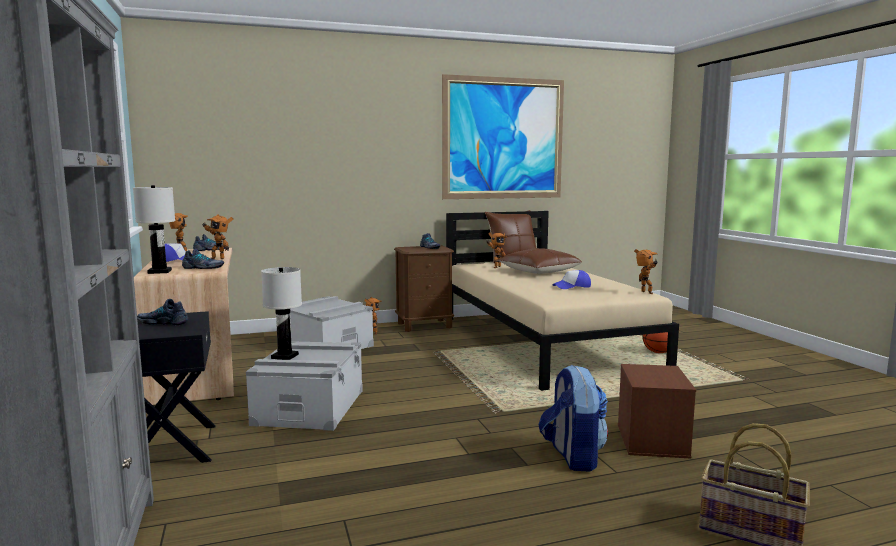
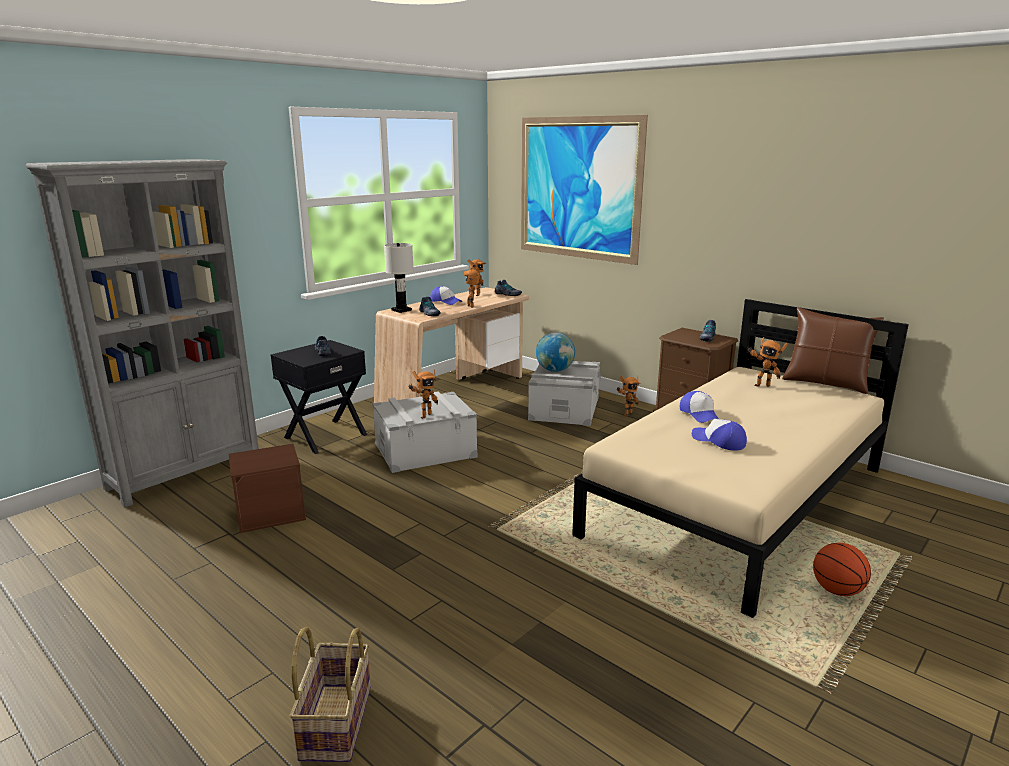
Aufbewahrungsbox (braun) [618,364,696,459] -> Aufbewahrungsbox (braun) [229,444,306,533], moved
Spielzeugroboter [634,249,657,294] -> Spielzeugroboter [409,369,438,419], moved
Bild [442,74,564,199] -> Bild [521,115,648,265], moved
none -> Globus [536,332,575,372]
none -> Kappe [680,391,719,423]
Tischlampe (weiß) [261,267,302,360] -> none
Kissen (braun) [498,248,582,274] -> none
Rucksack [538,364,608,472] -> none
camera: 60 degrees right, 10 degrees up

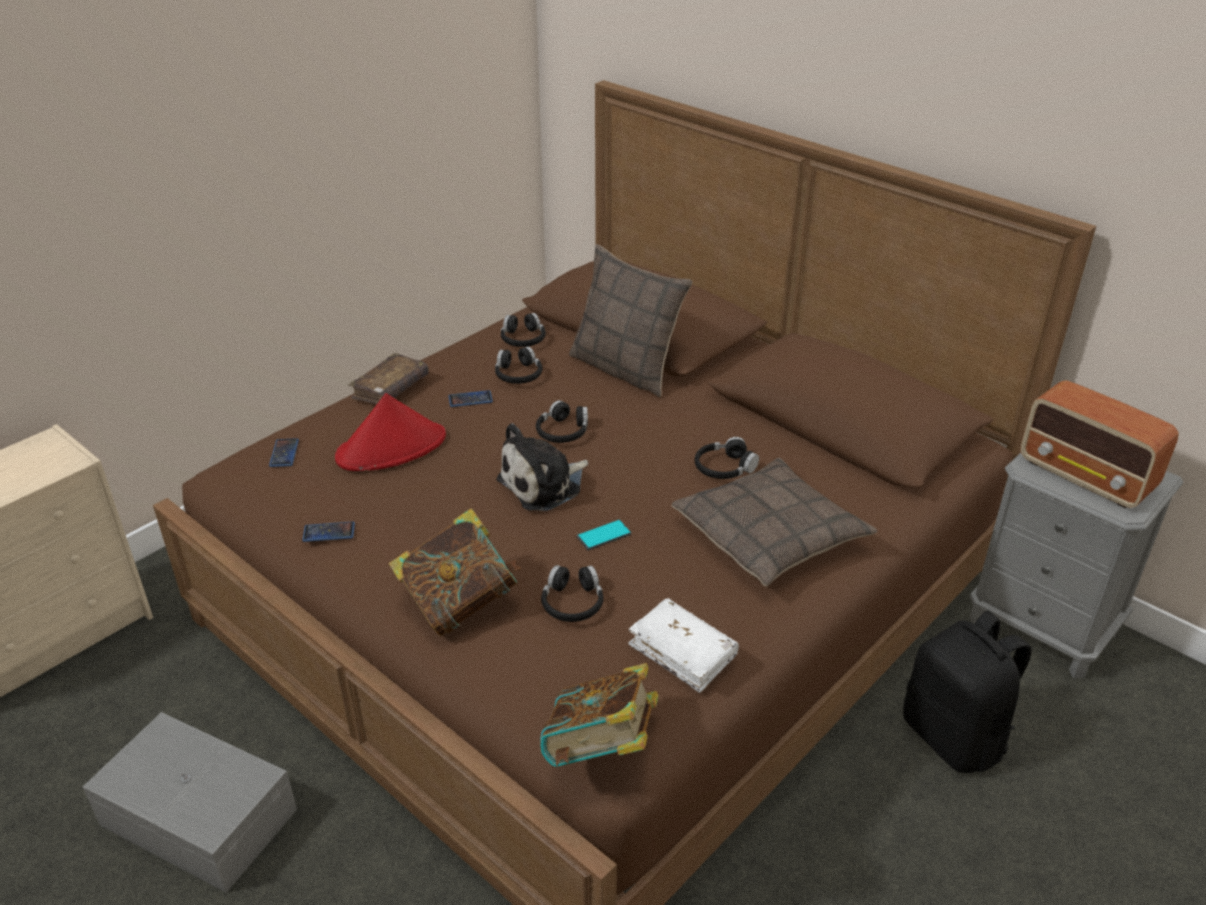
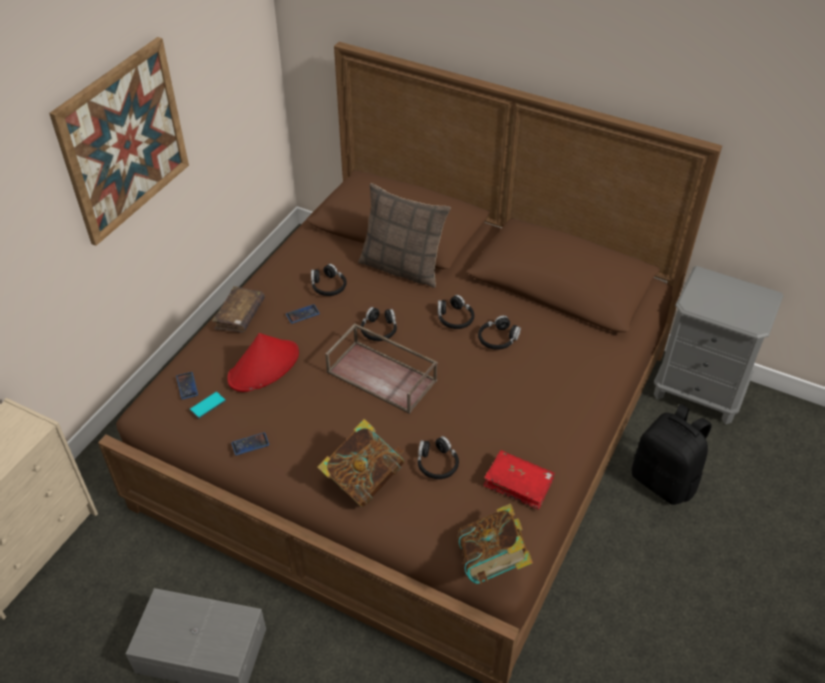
none -> Bild [49,37,189,246]
Handy [577,519,631,551] -> Handy [189,391,226,419], moved
Plüschtier [496,423,588,511] -> Tablett (braun) [325,323,438,414]
Kopfhörer (schwarz) [501,313,546,347] -> Kopfhörer (schwarz) [438,295,474,329], moved
Buch (weiß) [629,598,739,693] -> Buch (rot) [483,450,554,510]
Kissen [672,458,877,587] -> none
Radio [1020,380,1179,509] -> none
camera: 15 degrees left, 10 degrees up

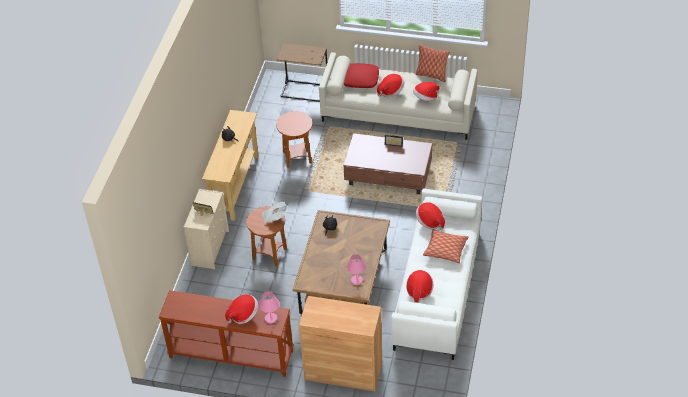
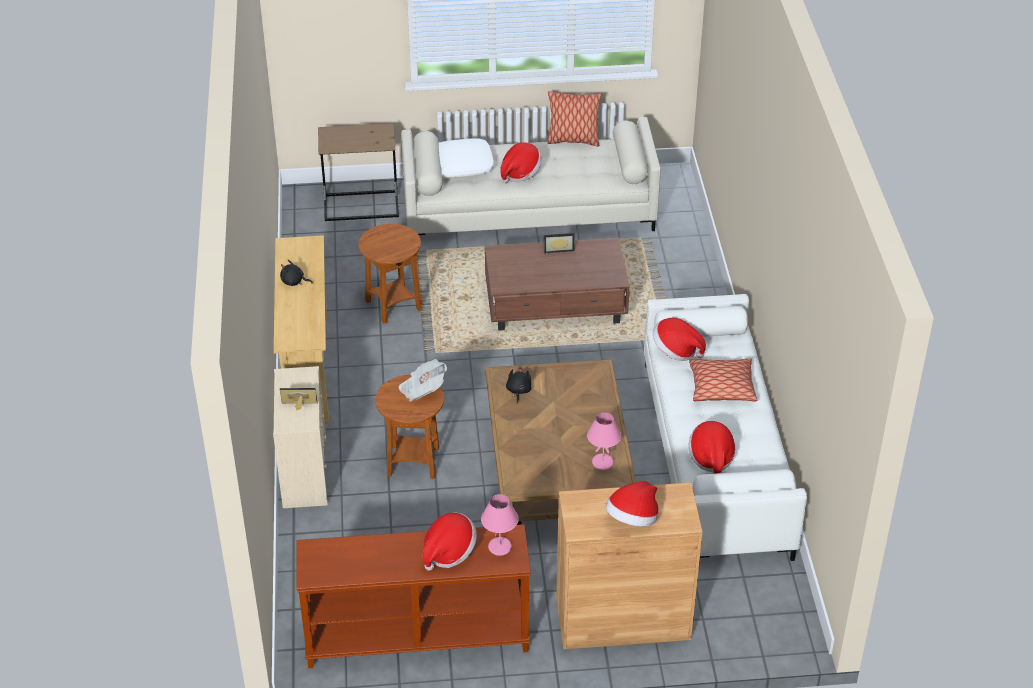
Kissen (rot) [344,63,379,88] -> Kissen (weiß) [439,138,494,177]
Hut [413,82,440,101] -> Hut [605,481,658,526], moved
camera: 20 degrees left, 5 degrees down

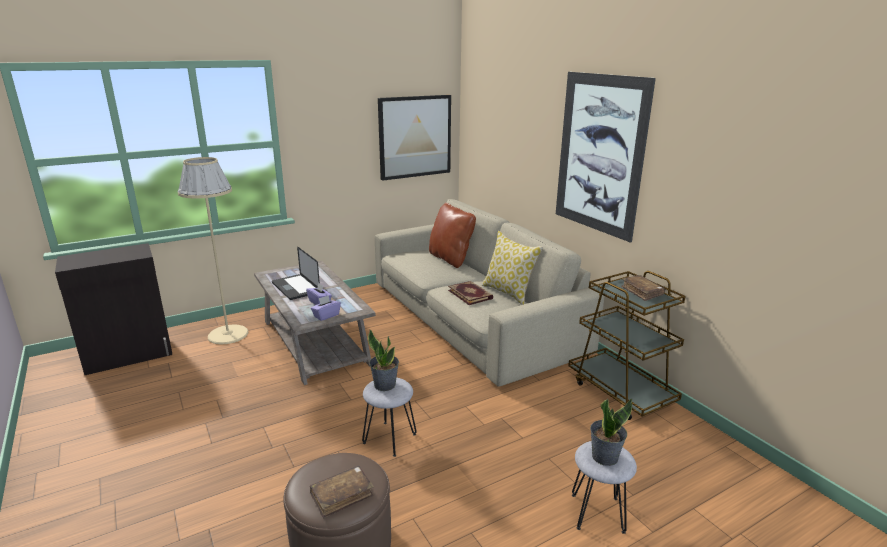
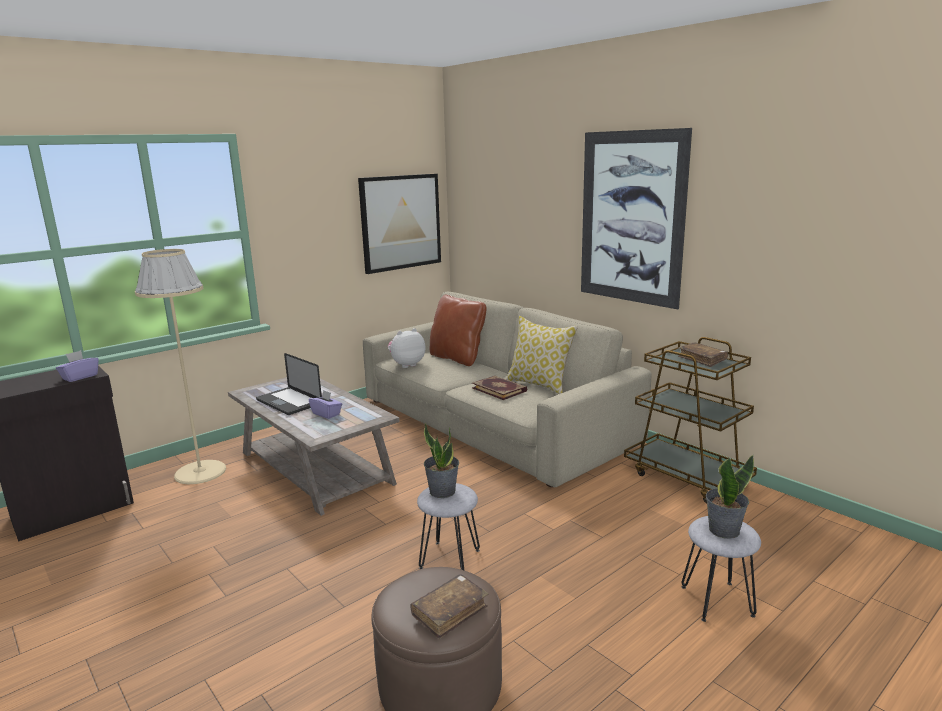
Taschentuchbox (lila) [311,295,341,321] -> Taschentuchbox (lila) [56,350,99,382], moved
none -> Plüschtier [388,328,425,368]
camera: 10 degrees left, 5 degrees down

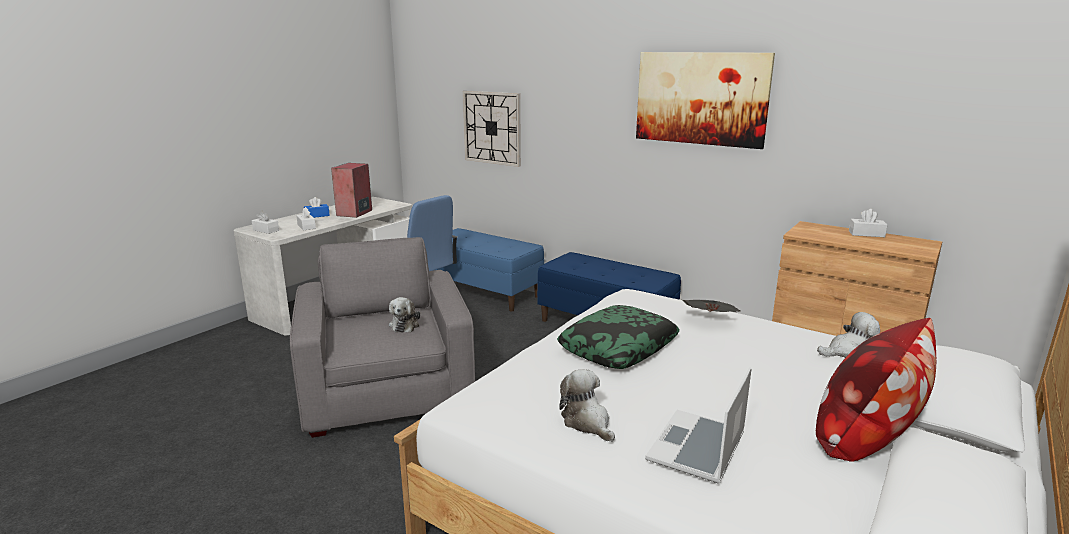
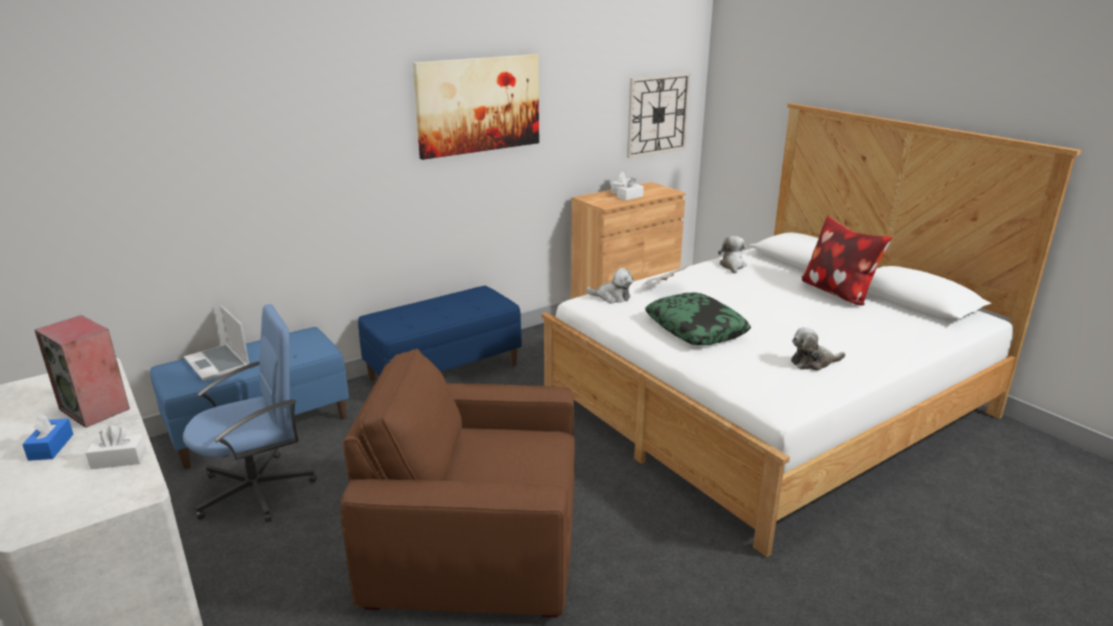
Laptop [645,367,751,484] -> Laptop [184,305,249,381], moved
Sessel (grau) [290,237,475,438] -> Sessel (braun) [340,349,575,618]
Plüschtier [389,297,420,333] -> Plüschtier [586,268,633,304], moved
Taschentuchbox (weiß) [252,211,279,234] -> Taschentuchbox (weiß) [617,177,644,200], moved
Wanduhr [463,91,521,167] -> Wanduhr [627,73,690,158], moved
camera: 70 degrees left, 5 degrees up

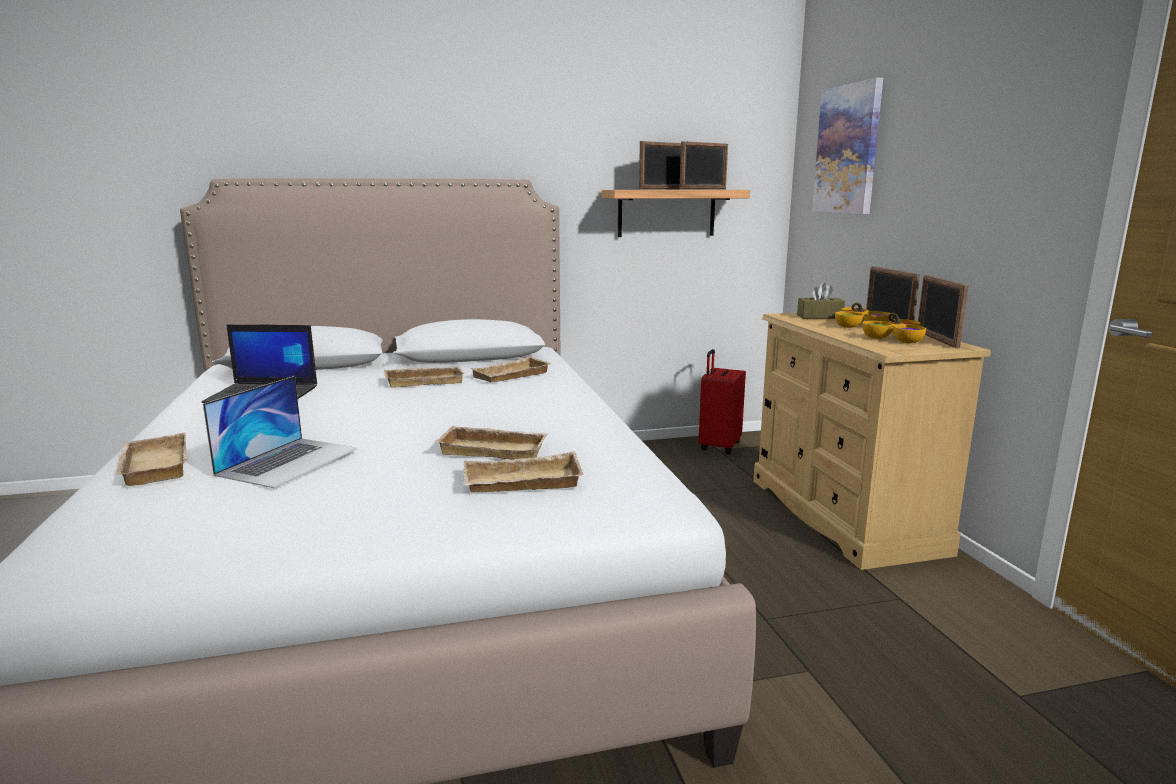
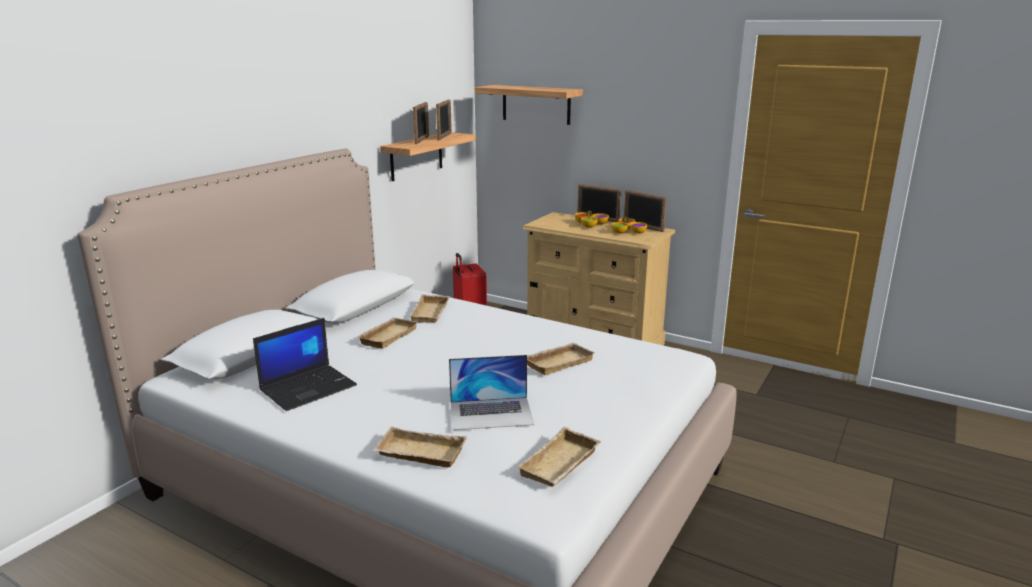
Laptop [203,376,357,488] -> Laptop [449,355,534,430], 105 degrees clockwise
Bild [812,78,883,214] -> Wandregal [475,85,583,125]
Tablett (beige) [463,451,584,492] -> Tablett (beige) [517,427,601,487], moved
Taschentuchbox (braun) [797,282,845,319] -> none
camera: 45 degrees left, 5 degrees up

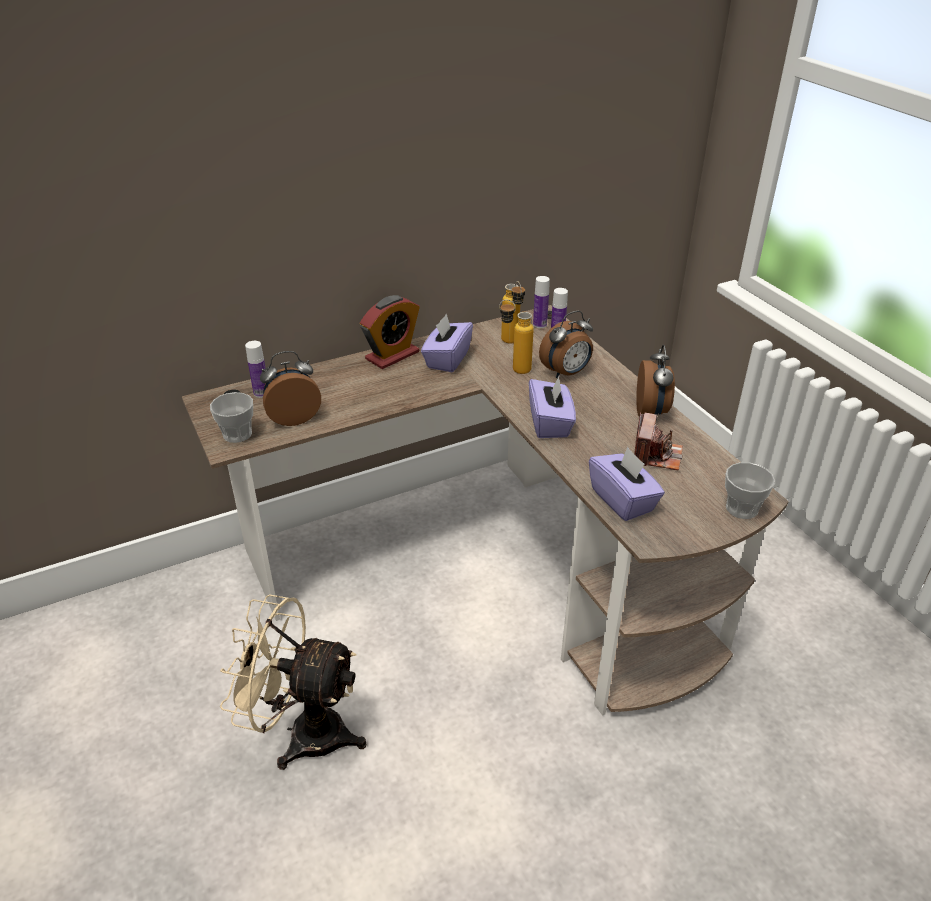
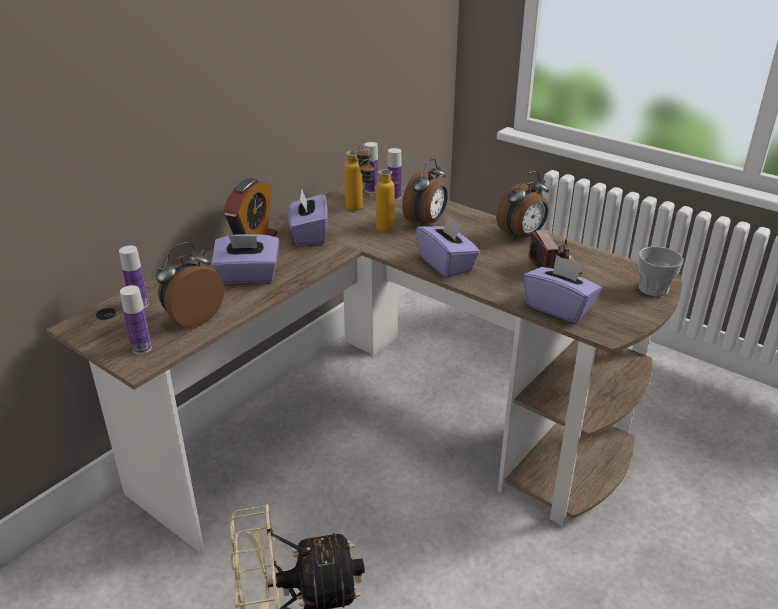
Tasse [210,392,253,443] -> Flasche [120,285,152,354]
none -> Taschentuchbox (lila) [212,234,279,284]
Wecker [636,345,675,417] -> Wecker [496,171,549,241], 75 degrees clockwise
camera: 25 degrees left, 5 degrees down

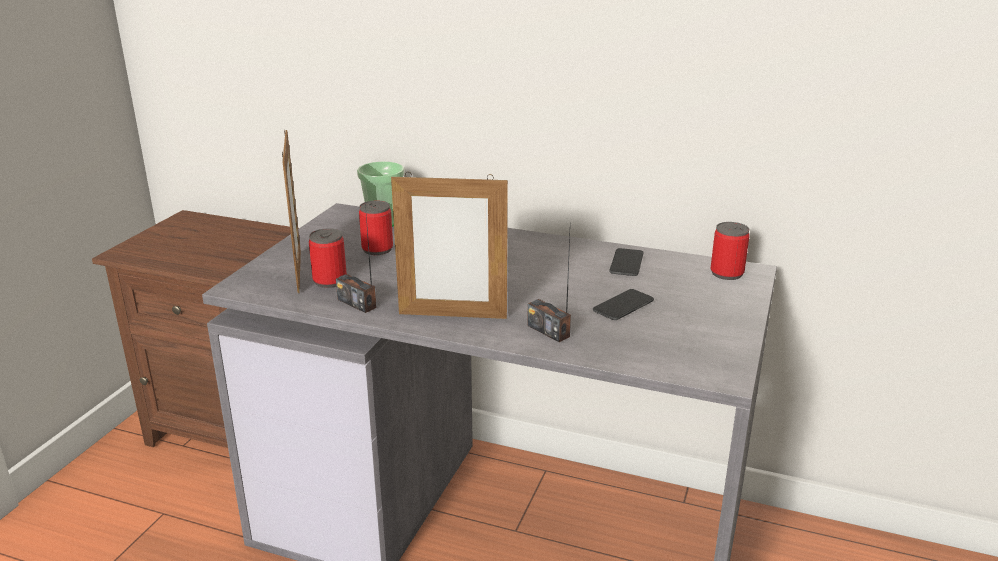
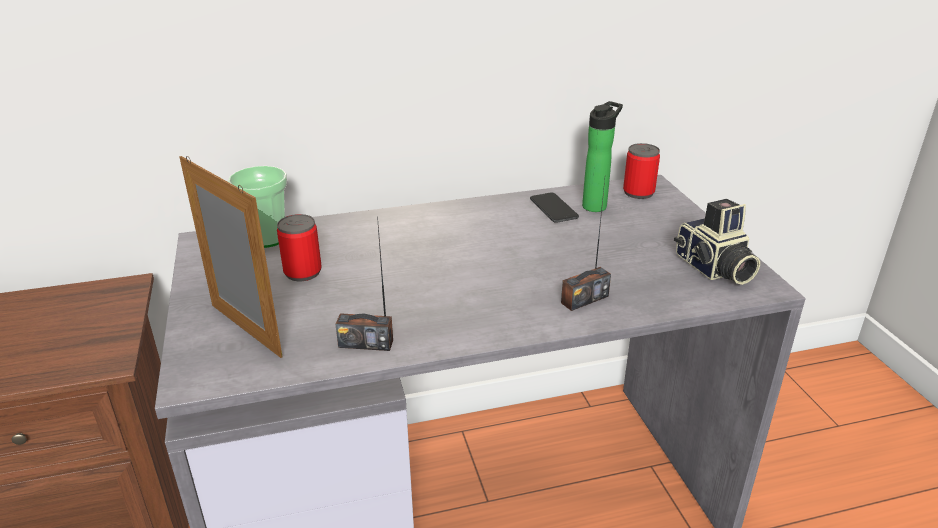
Radio [527,236,571,342] -> Radio [561,180,611,311], 45 degrees counterclockwise
none -> Flasche [582,101,623,212]
none -> Kamera [674,199,760,285]
Dose [309,228,347,288] -> none
Bilderrahmen [391,172,508,319] -> none
Handy [593,289,654,320] -> none
camera: 35 degrees left, 5 degrees up

